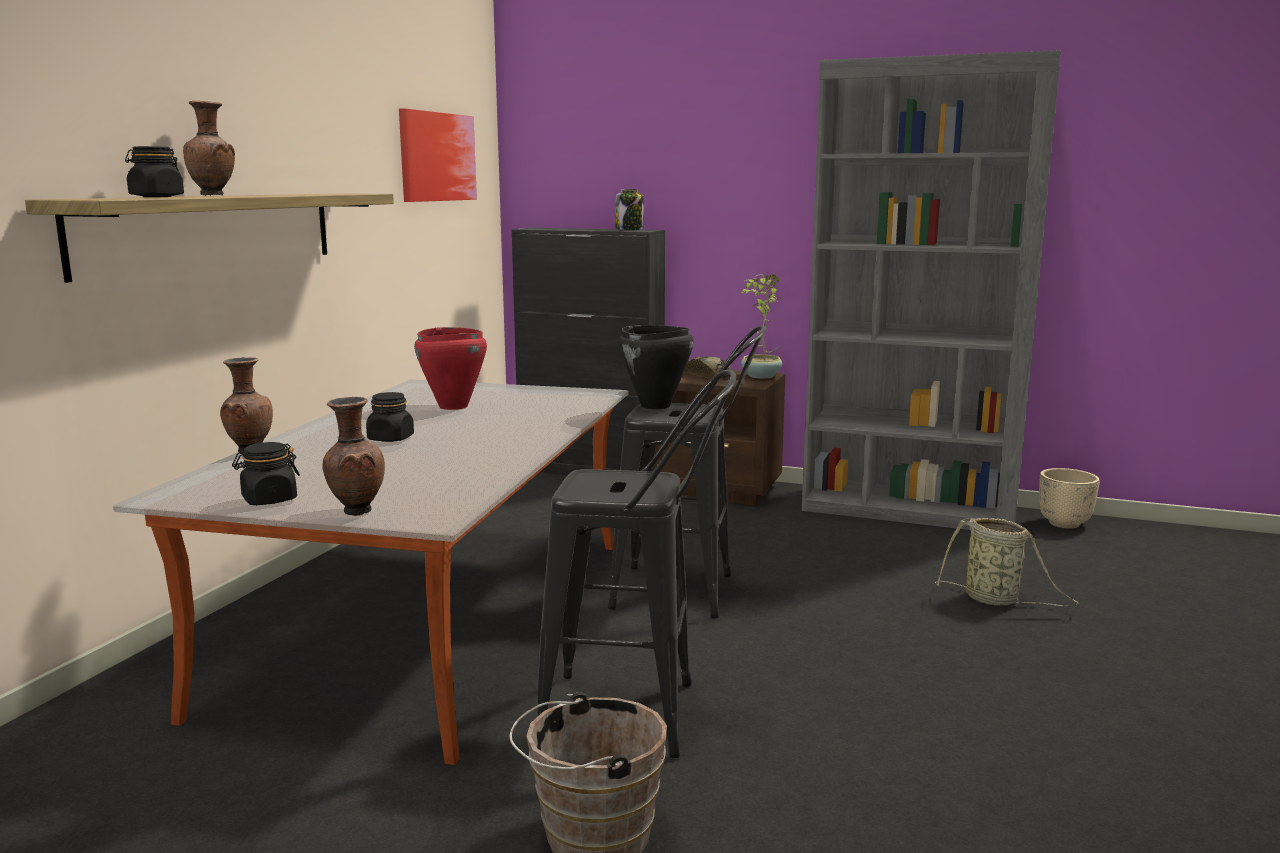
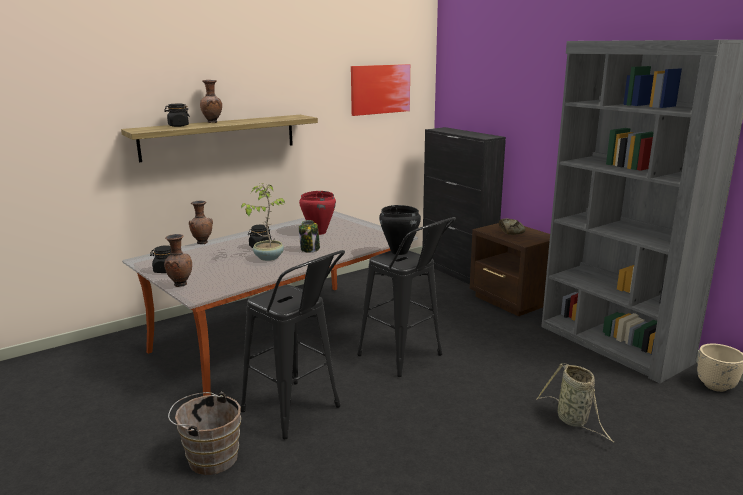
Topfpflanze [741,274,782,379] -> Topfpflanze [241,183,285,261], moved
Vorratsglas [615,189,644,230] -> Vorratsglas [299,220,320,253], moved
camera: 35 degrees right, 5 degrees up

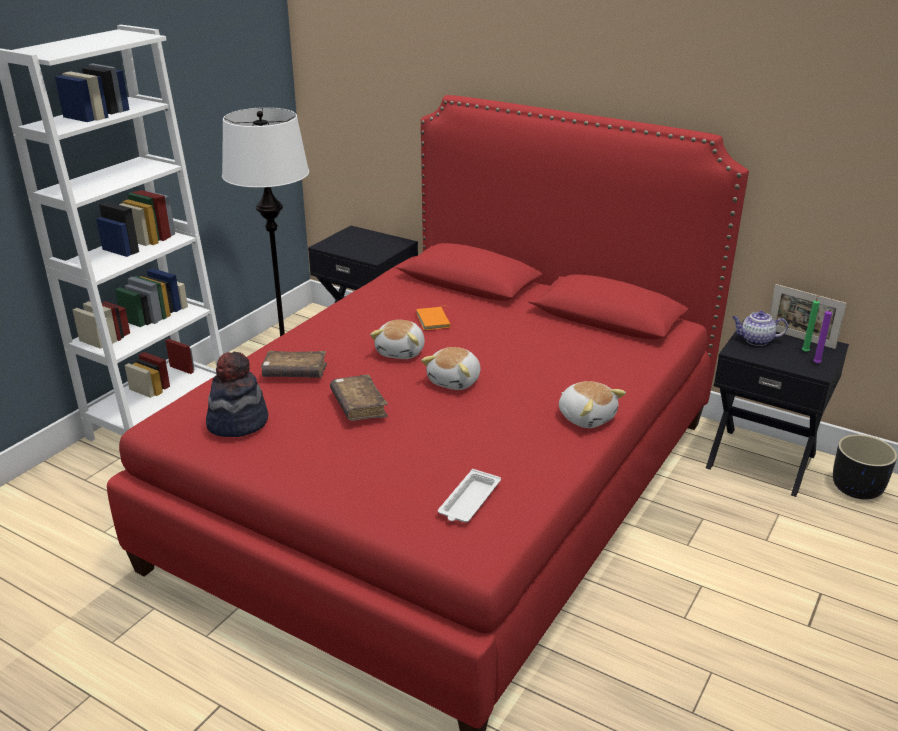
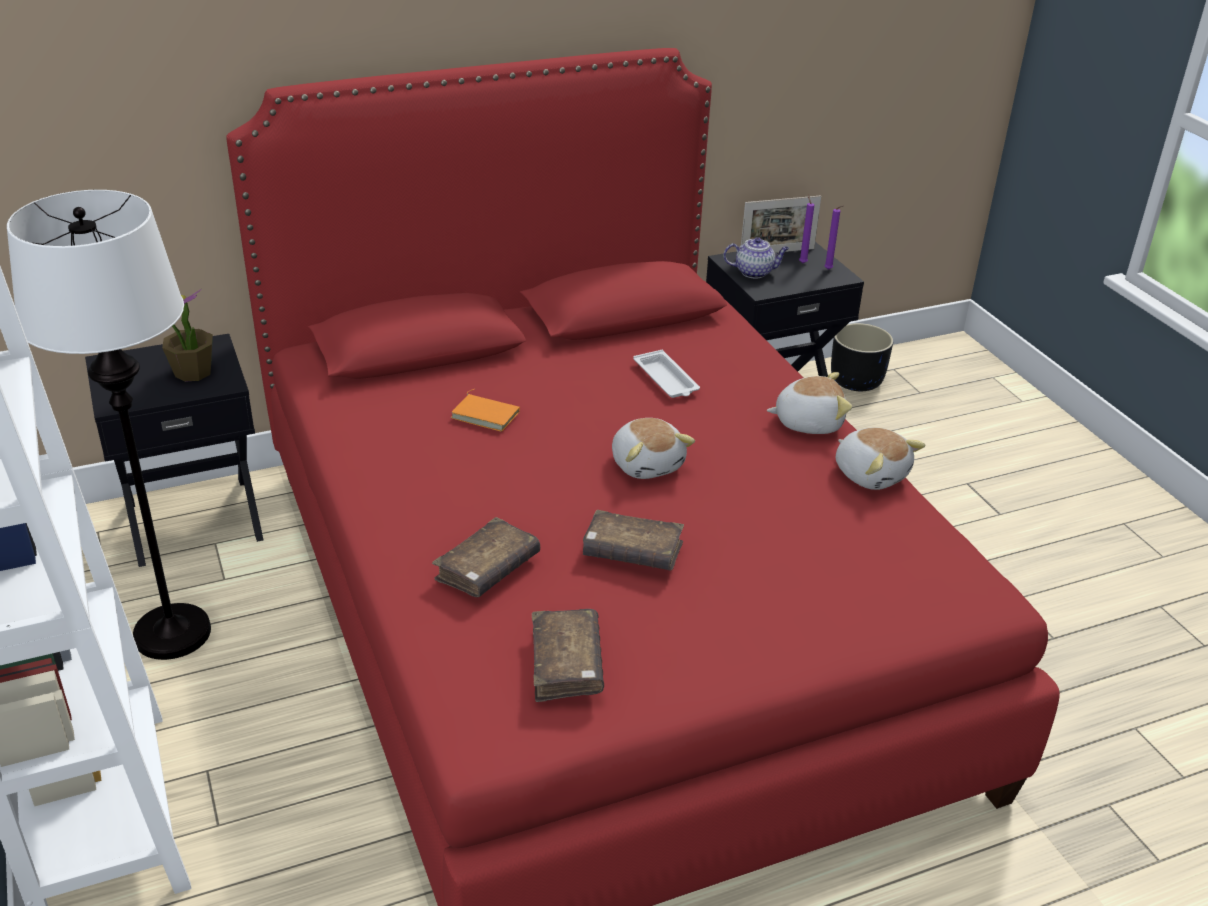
none -> Topfpflanze [162,289,213,382]
Hut [206,352,268,437] -> Buch (braun) [532,609,604,702]
Tablett (weiß) [438,469,501,522] -> Tablett (weiß) [633,350,700,398], moved
Teekanne [732,311,788,346] -> Teekanne [723,237,789,278], 135 degrees counterclockwise
Kerze (grün) [802,294,820,352] -> Kerze (lila) [799,195,814,263]
Plüschtier [370,320,425,359] -> Plüschtier [836,427,925,490], moved
camera: 55 degrees left, 5 degrees up

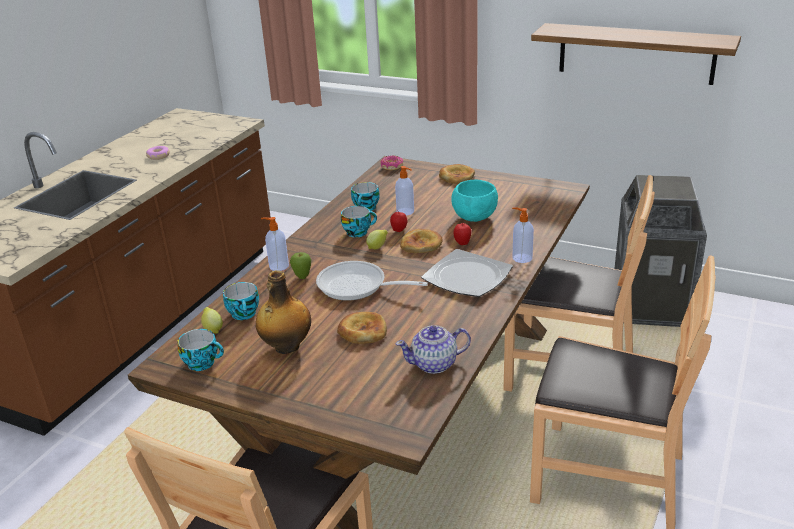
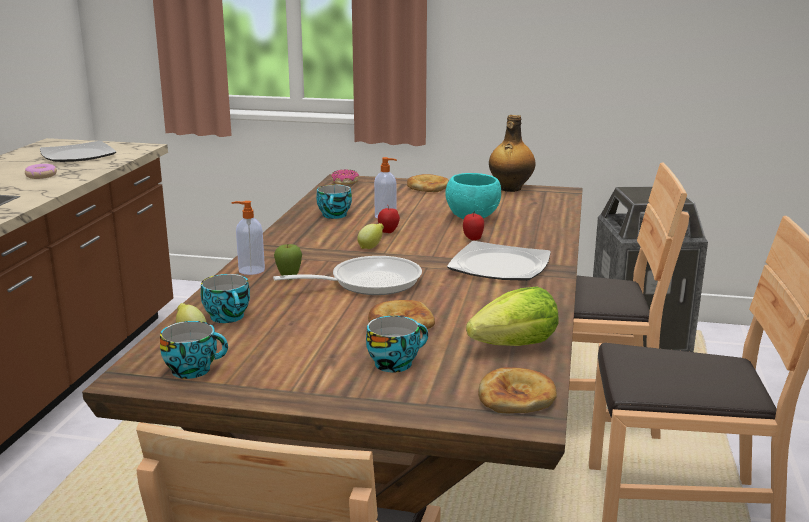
none -> Teller [40,141,116,162]
Pfanne [316,261,428,301] -> Pfanne [273,256,422,295], 150 degrees clockwise
Tasse [341,206,377,237] -> Tasse [366,316,428,372], moved
Teekanne [396,325,471,374] -> Salatkopf [466,287,559,346]
Brot [400,229,443,253] -> Brot [478,367,557,413], moved
Flasche [256,270,311,354] -> Flasche [489,115,536,192], moved
Seifenspender [512,207,534,263] -> none
Wandregal [531,23,741,85] -> none
camera: 15 degrees left, 10 degrees down

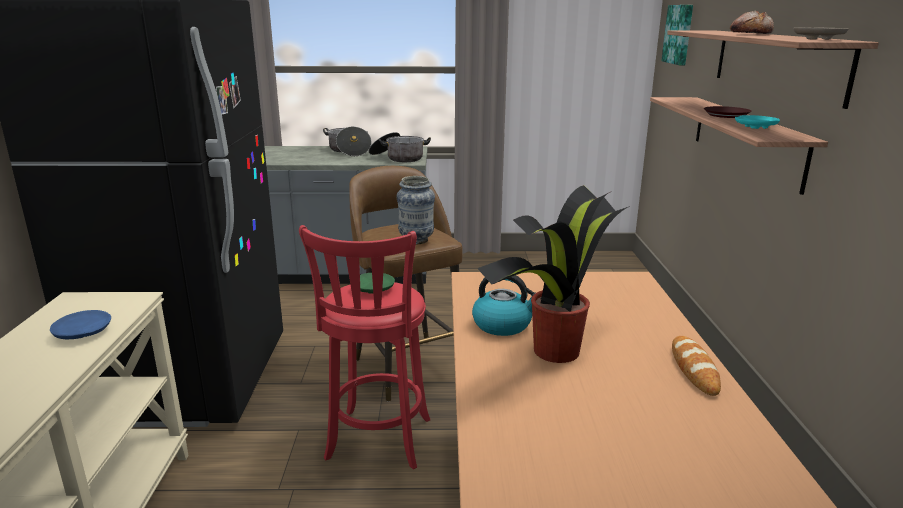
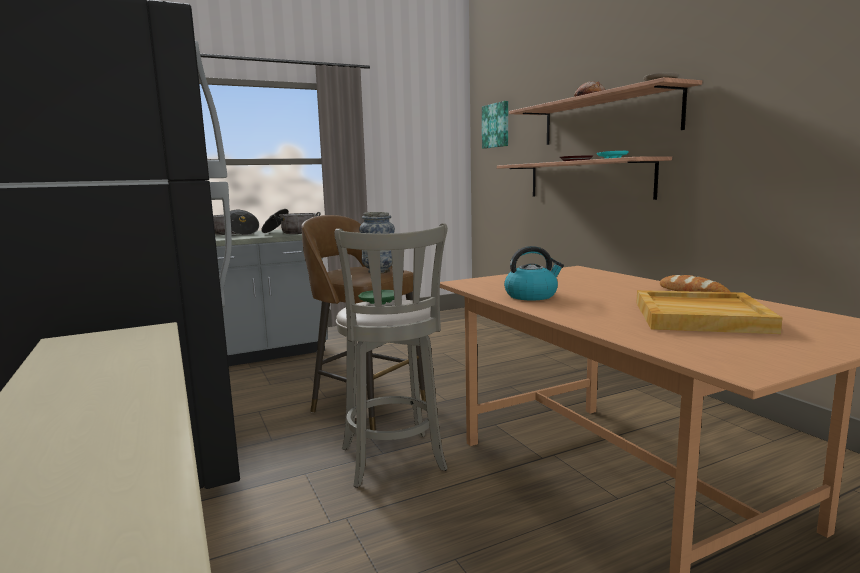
Hocker (rot) [299,225,430,470] -> Hocker (grau) [334,223,448,488]
none -> Tablett (beige) [636,290,782,334]
Teller (blau) [50,310,111,339] -> none
Topfpflanze [477,185,630,363] -> none
camera: 25 degrees left, 10 degrees down

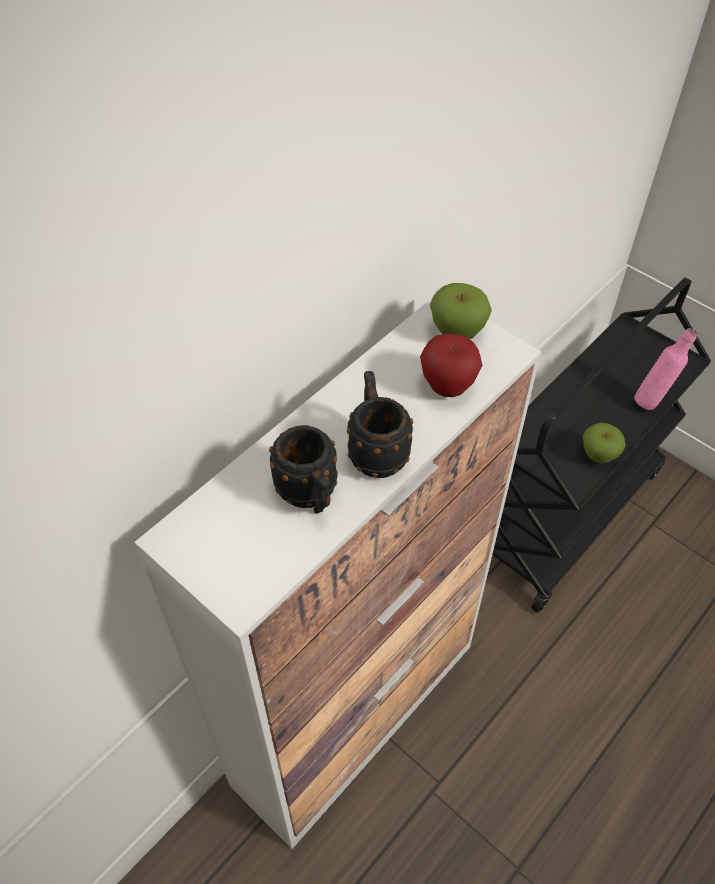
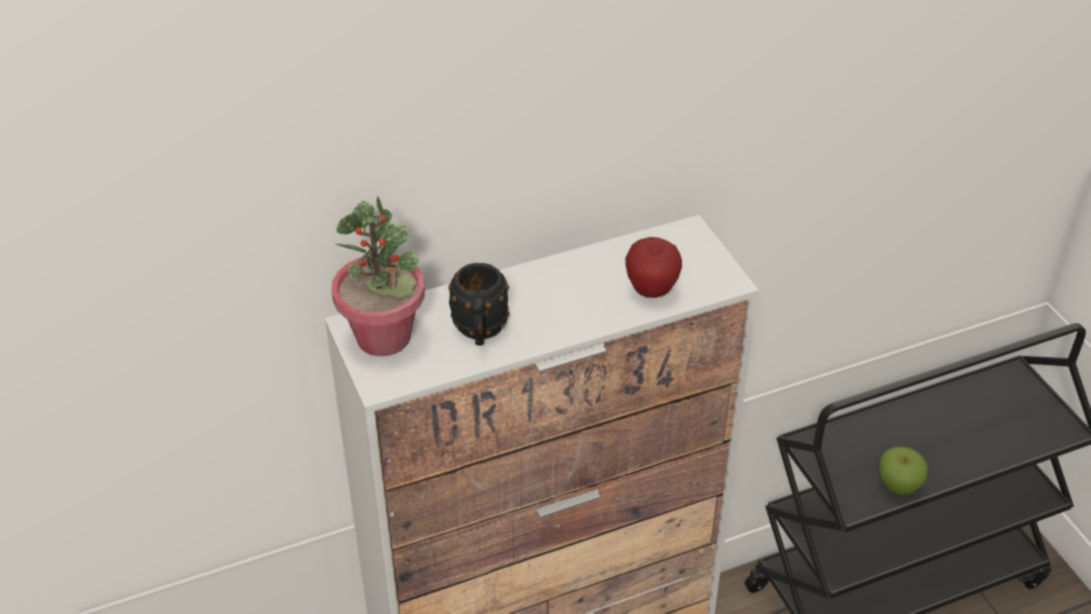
none -> Topfpflanze [332,196,425,356]
Henkelbecher (schwarz) [347,371,413,478] -> none
Apfel [430,283,492,339] -> none
Flasche (rosa) [634,328,697,410] -> none
camera: 25 degrees right, 10 degrees down

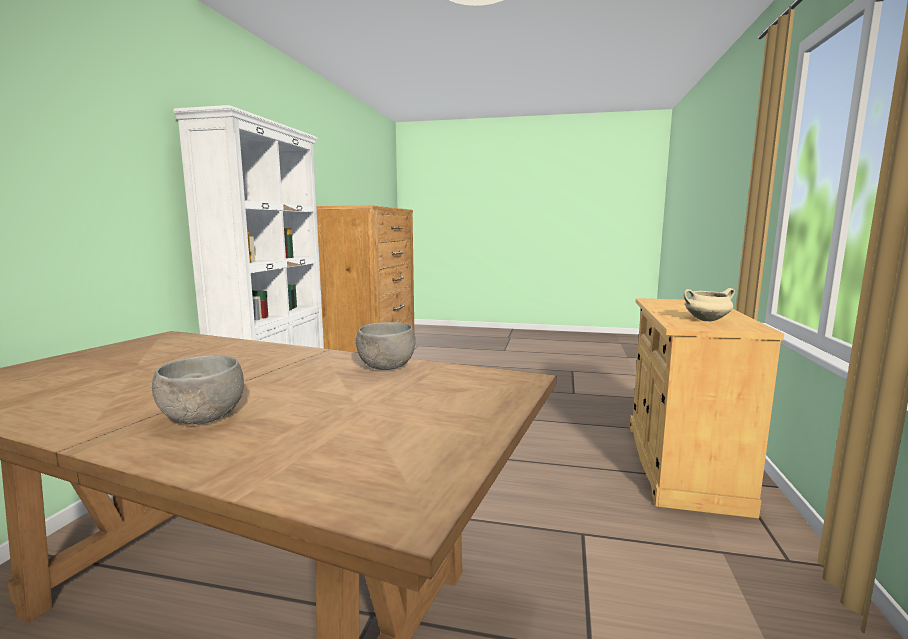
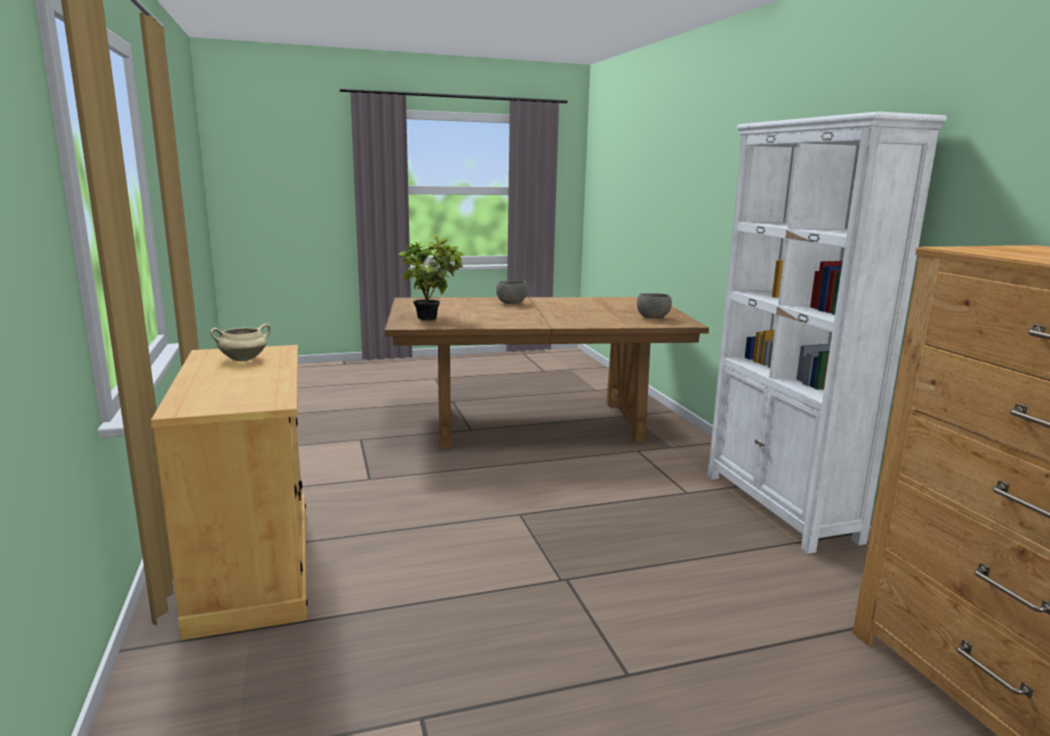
none -> Topfpflanze [398,234,464,320]
Schüssel (grau) [356,322,416,370] -> Schüssel (grau) [637,293,672,319], moved
camera: 150 degrees right, 5 degrees up

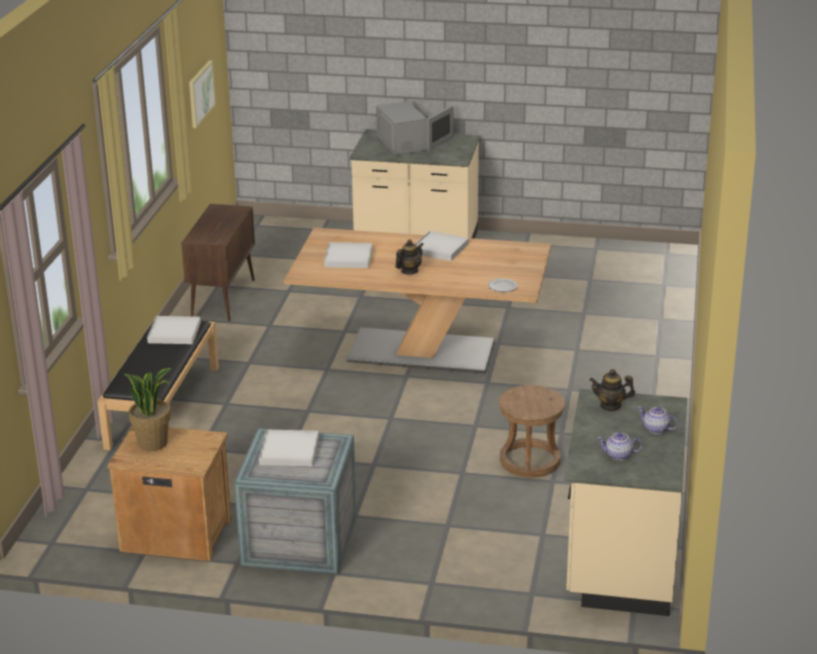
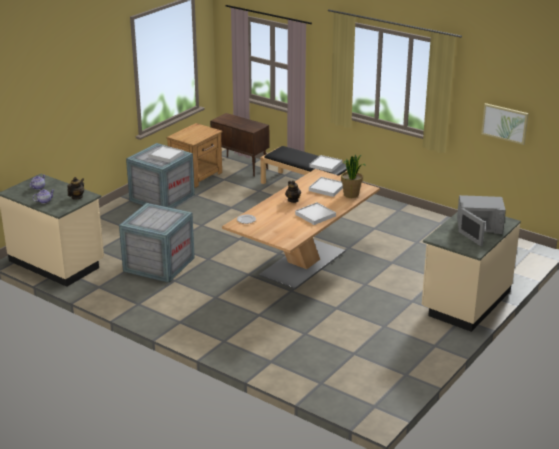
Hocker (braun) [498,385,565,478] -> Kiste [119,203,195,283]
Schrank (braun) [181,204,255,321] -> Schrank (braun) [210,113,269,177], moved
Topfpflanze [125,368,172,451] -> Topfpflanze [341,154,366,198], moved
camera: 115 degrees right, 0 degrees up

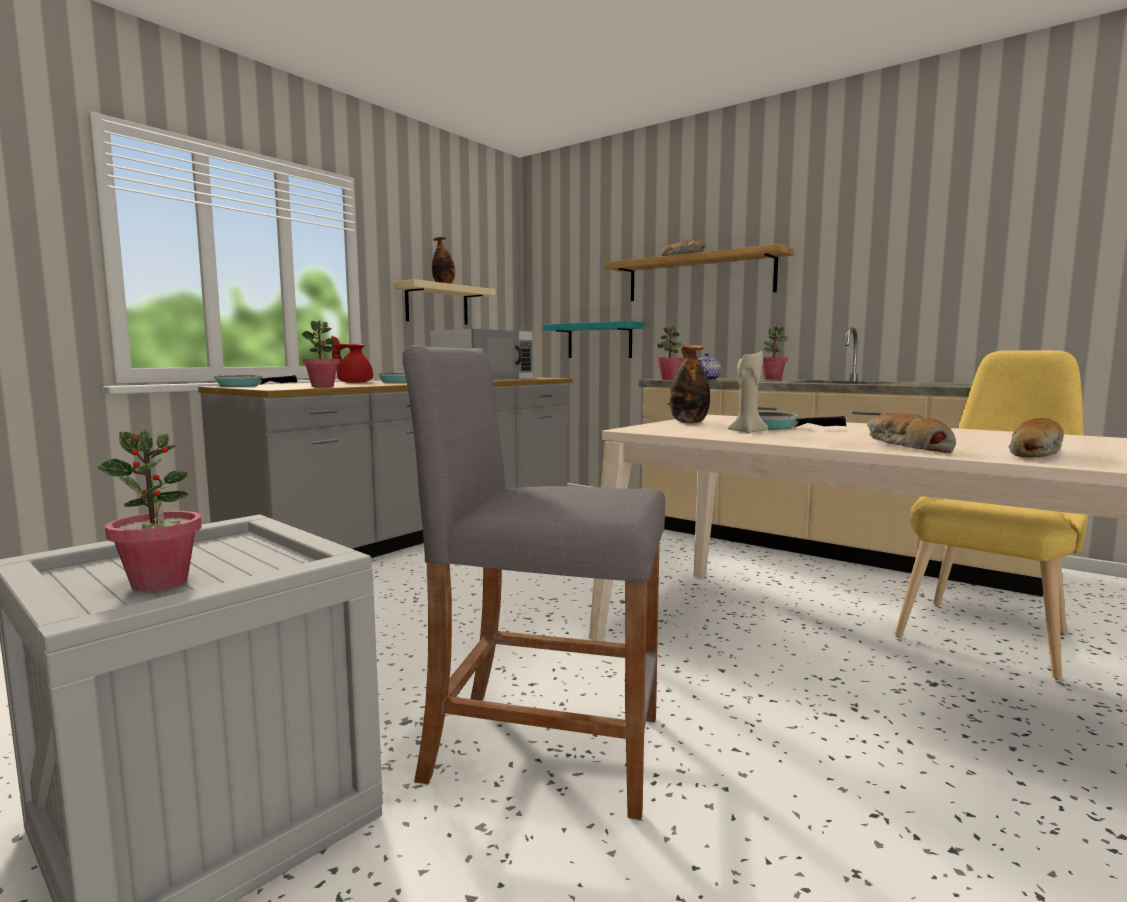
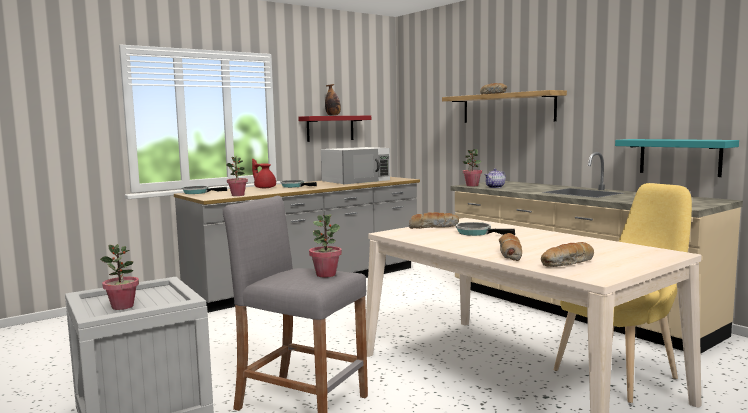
Wandregal (beige) [393,279,496,325] -> Wandregal (rot) [298,116,371,142]
Topfpflanze [762,327,788,380] -> Topfpflanze [309,214,342,277], moved
Flasche [670,345,710,423] -> Brot [409,212,459,229]
Wandregal (türkis) [543,321,644,358] -> Wandregal (türkis) [615,139,739,177], moved
Kerze (beige) [728,350,768,433] -> none
camera: 15 degrees right, 0 degrees up

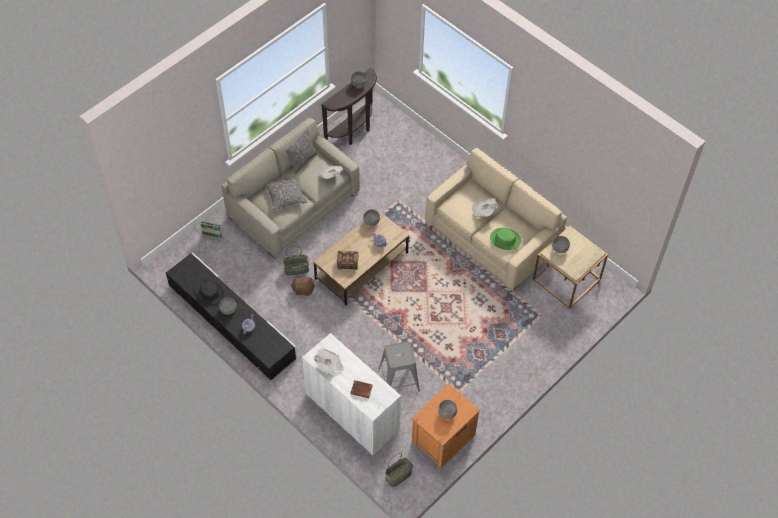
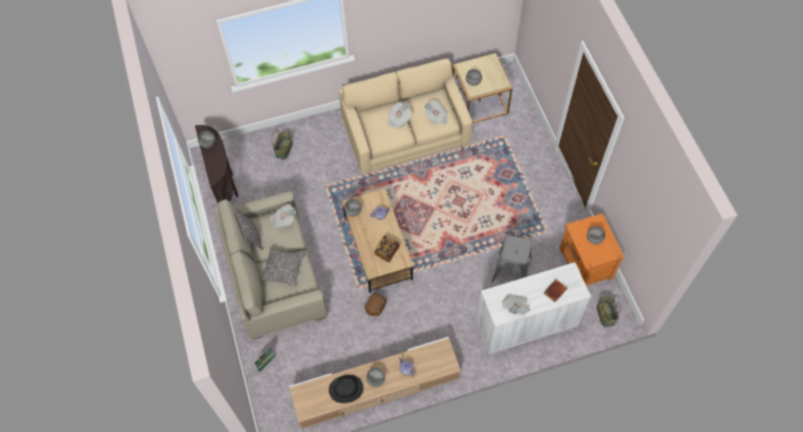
Korb [283,246,309,276] -> Korb [272,129,293,160], moved
Fernsehschrank (schwarz) [166,252,297,380] -> Fernsehschrank (beige) [289,337,461,429]
Hut (grün) [490,228,521,250] -> Zeitung [425,101,448,125]
camera: 60 degrees left, 5 degrees up

